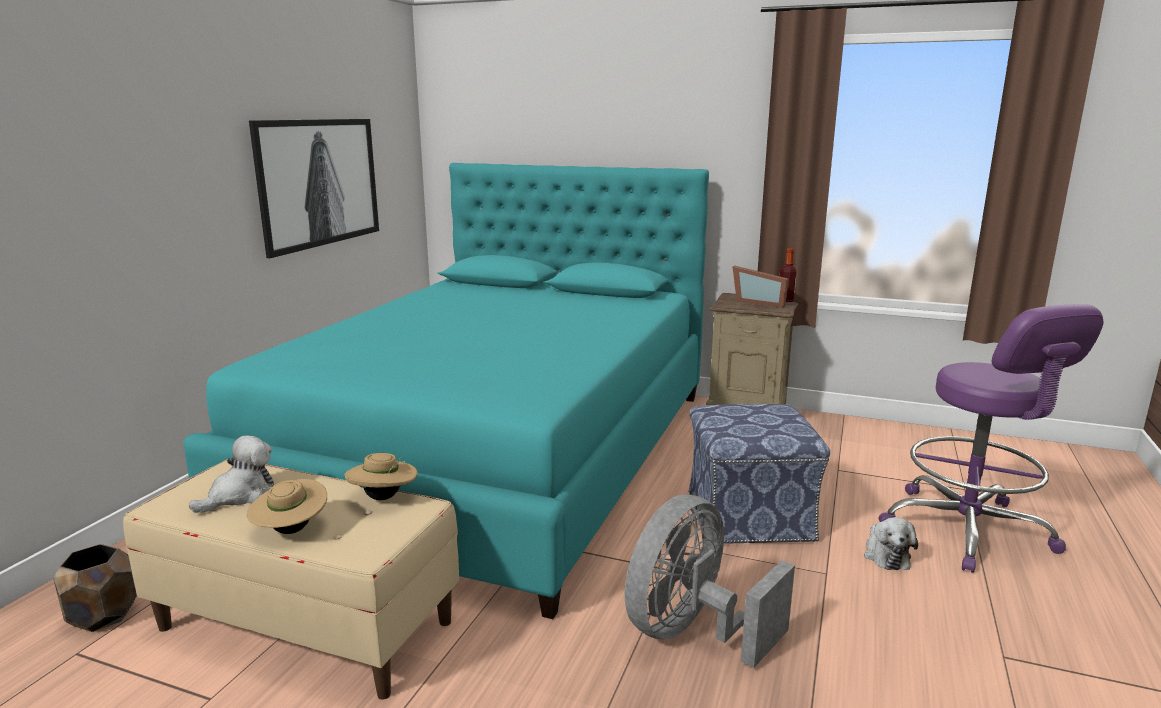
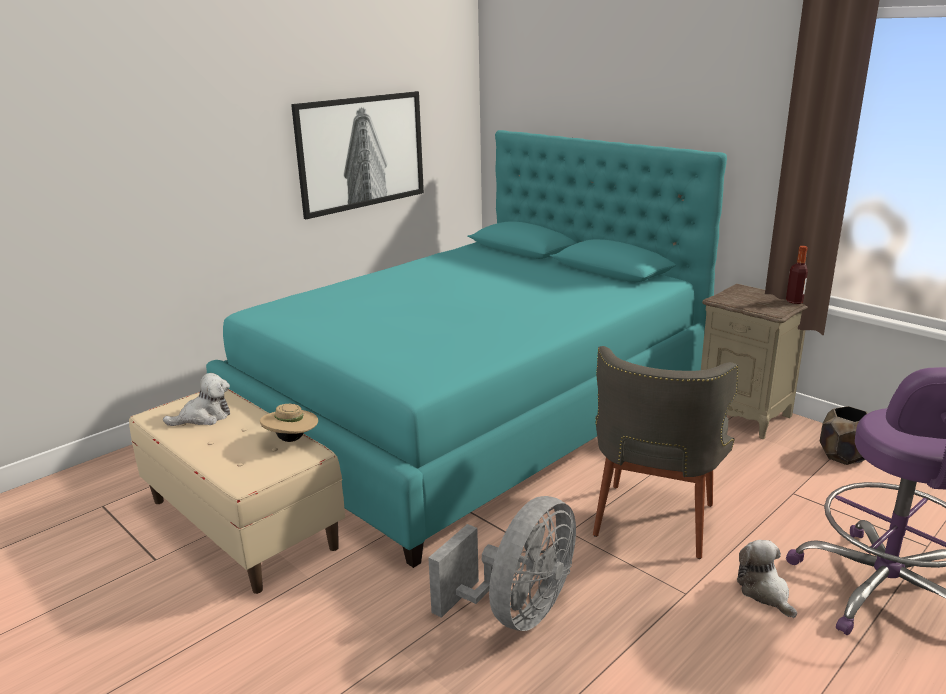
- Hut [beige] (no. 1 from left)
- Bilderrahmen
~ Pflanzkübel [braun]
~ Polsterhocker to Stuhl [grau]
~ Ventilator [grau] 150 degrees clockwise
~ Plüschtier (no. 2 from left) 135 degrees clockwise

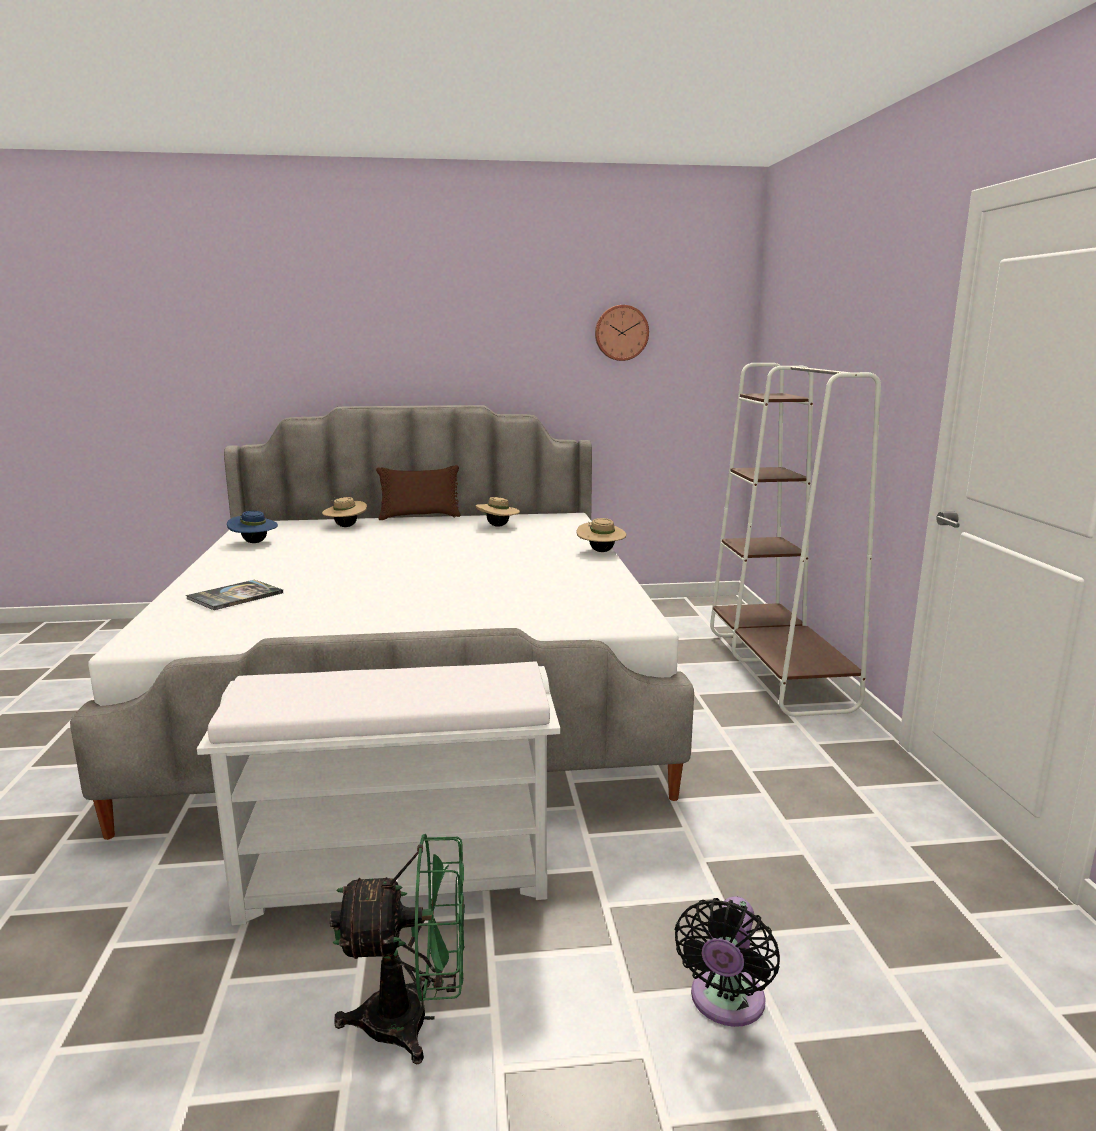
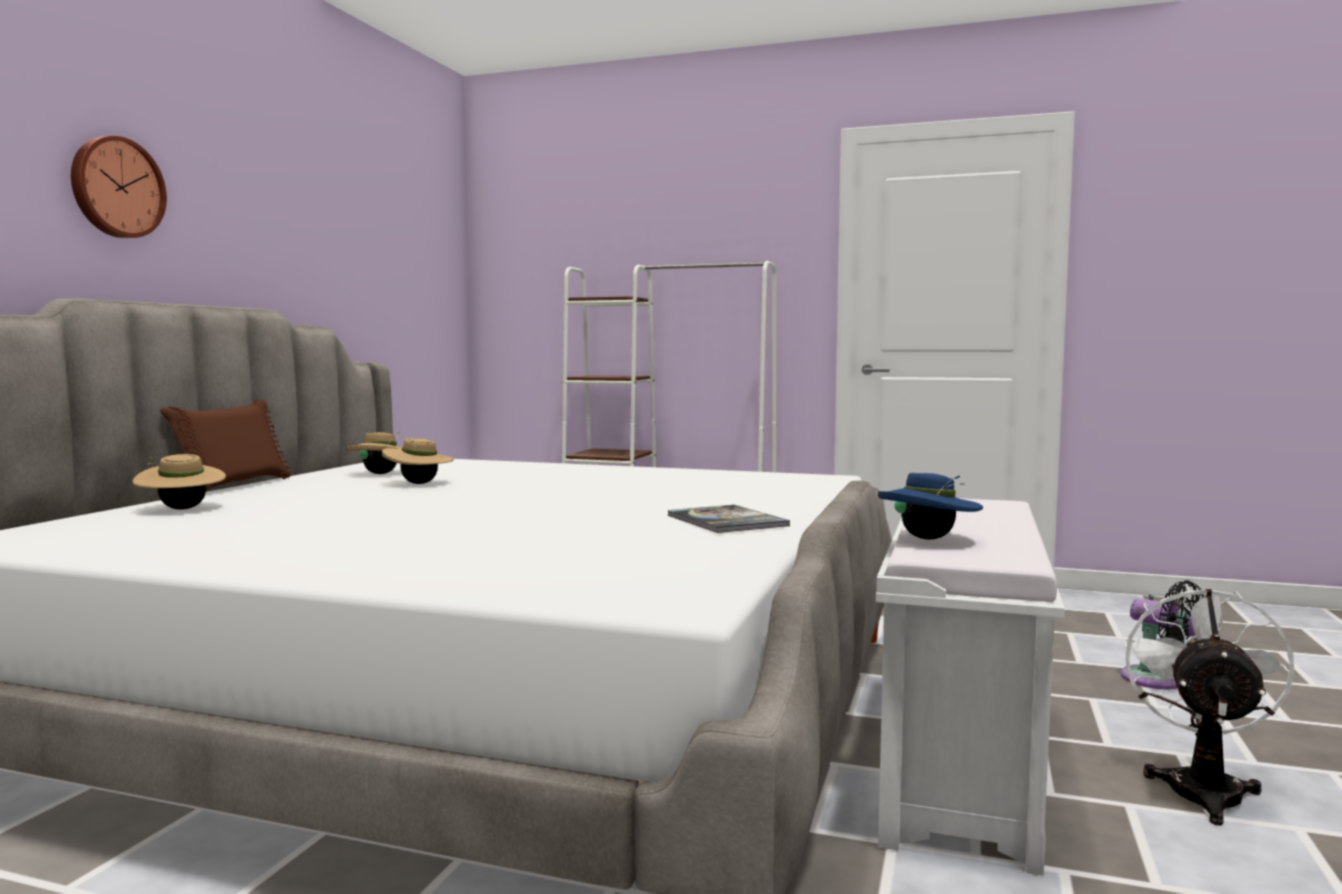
~ Buch
~ Hut [blau]
~ Hut [beige] (no. 3 from left)
~ Wanduhr
~ Ventilator [grün] to Ventilator [weiß]

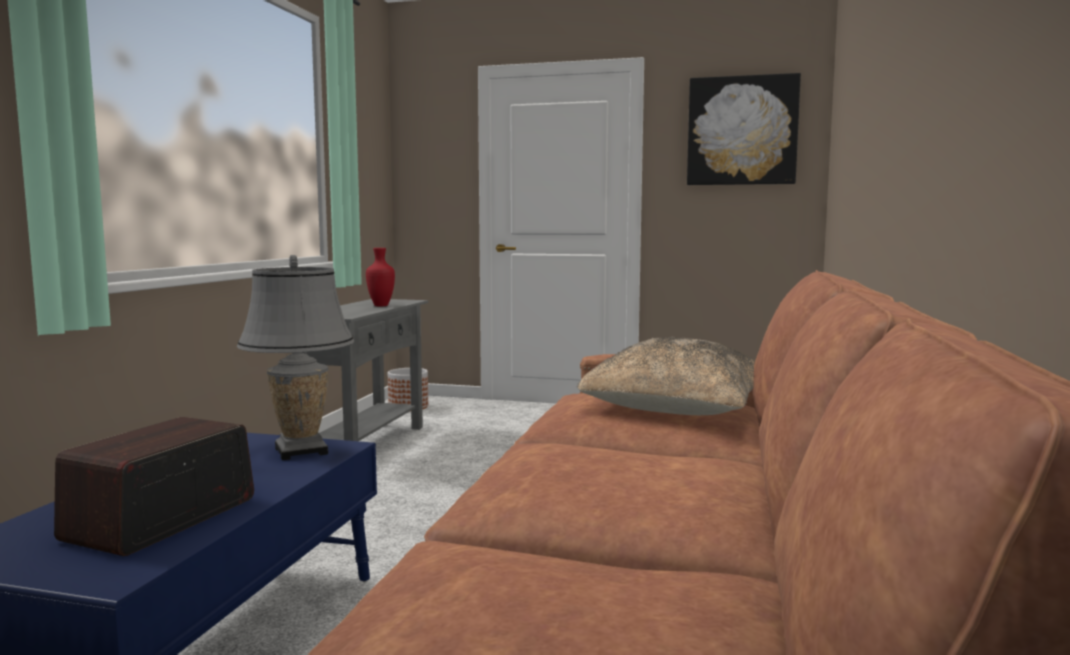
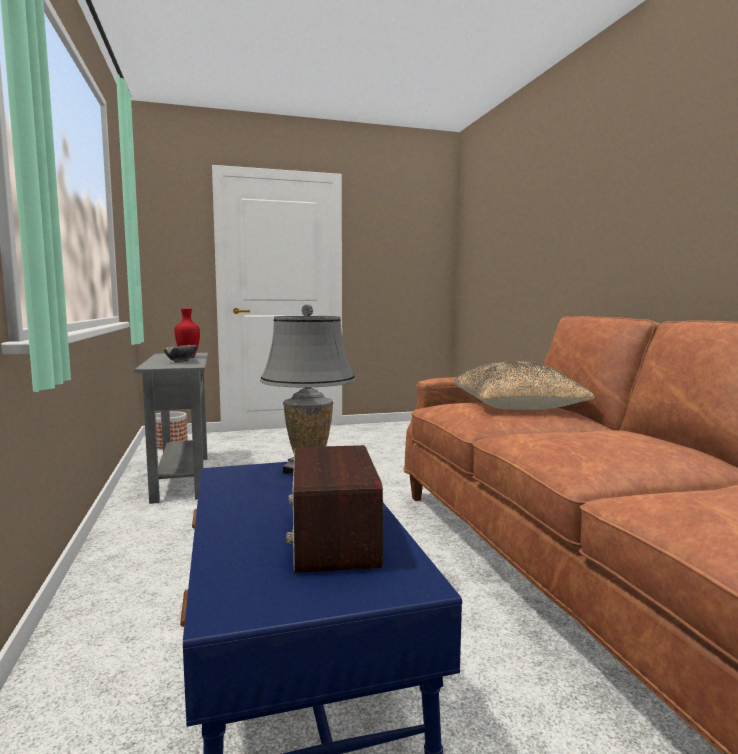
- Bild
+ Schüssel

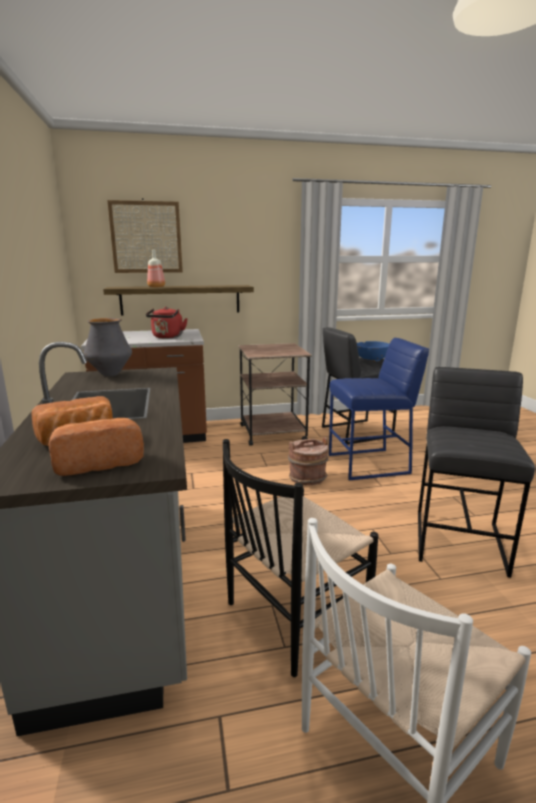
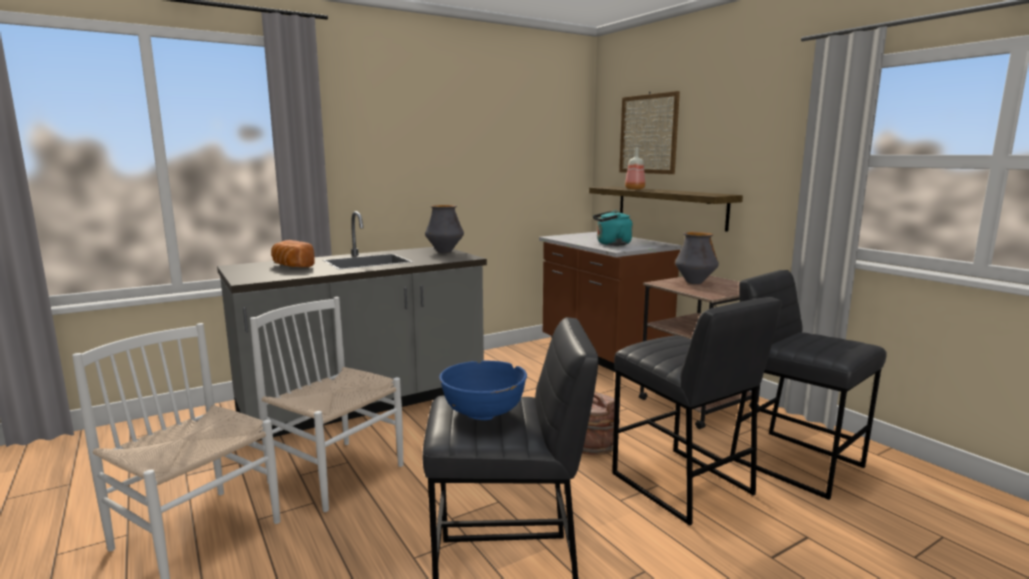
- Brot (no. 2 from left)
+ Vase (no. 2 from left)
~ Schüssel [blau]
~ Wasserkessel [rot] to Wasserkessel [türkis]
~ Stuhl [schwarz] to Stuhl [weiß] (no. 2 from left)
~ Hocker [blau] to Hocker [grau] (no. 2 from left)

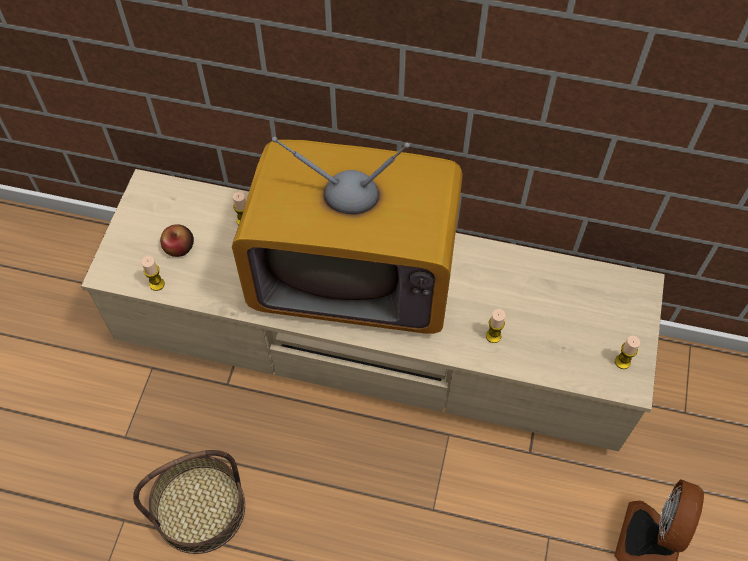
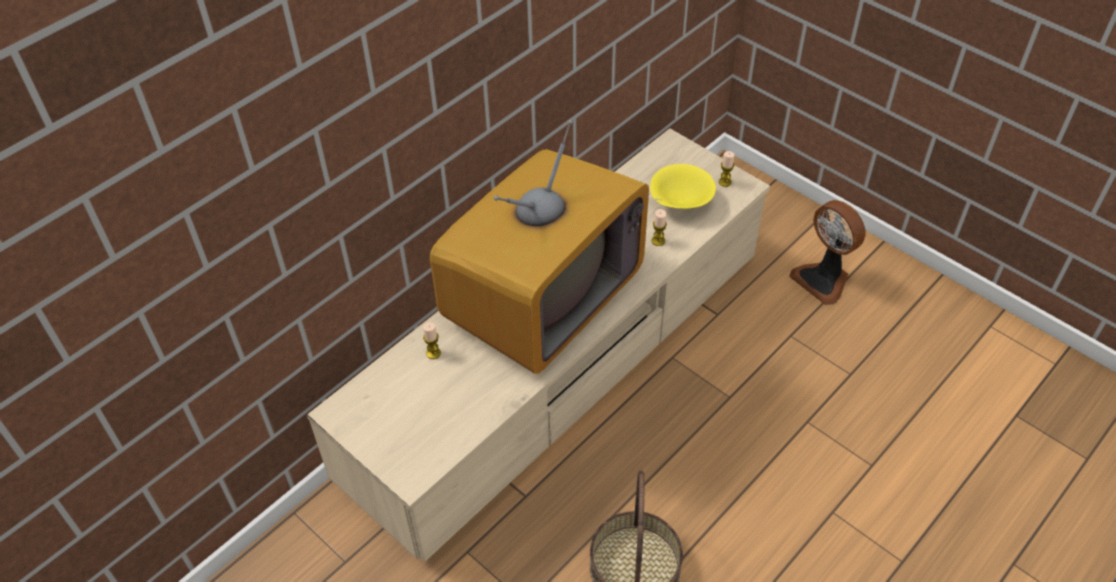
- Kerze (no. 1 from left)
- Apfel
+ Schüssel [gelb]

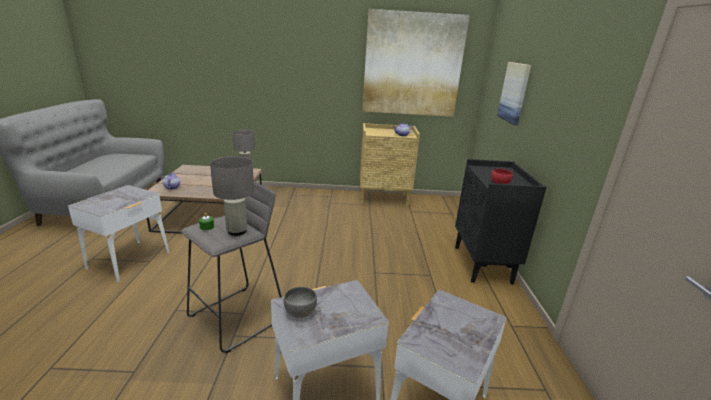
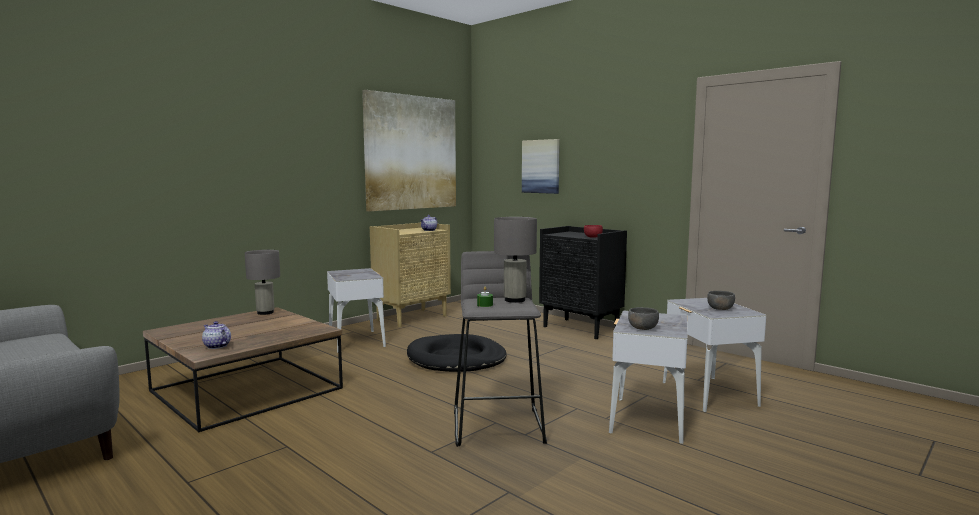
+ Hundebett [schwarz]
+ Schüssel [grau] (no. 2 from left)
~ Beistelltisch (no. 1 from left)

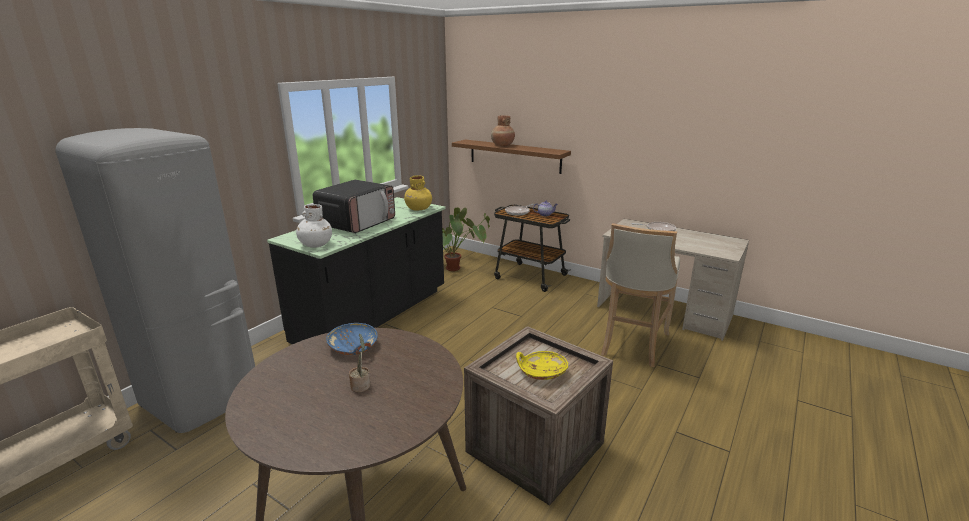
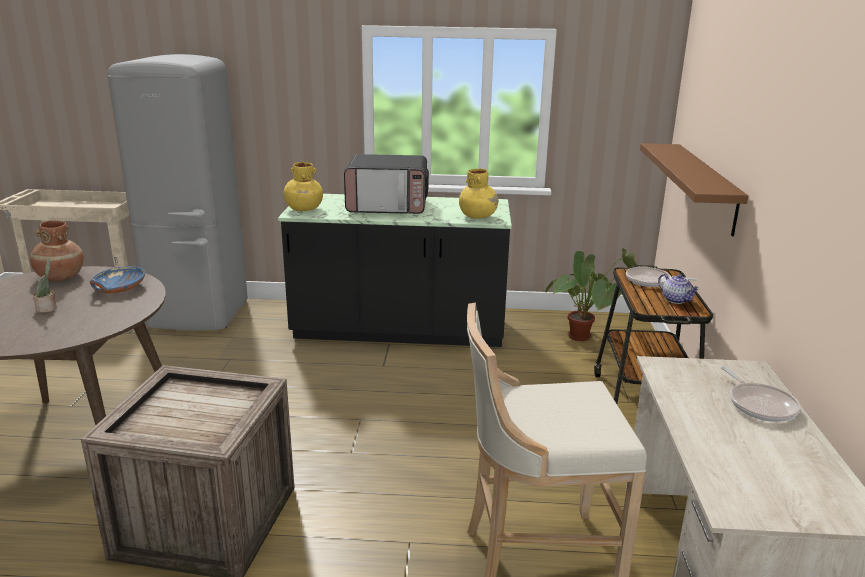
- Schüssel [gelb]
~ Vase [braun]
~ Vase [weiß] to Vase [gelb] (no. 1 from left)

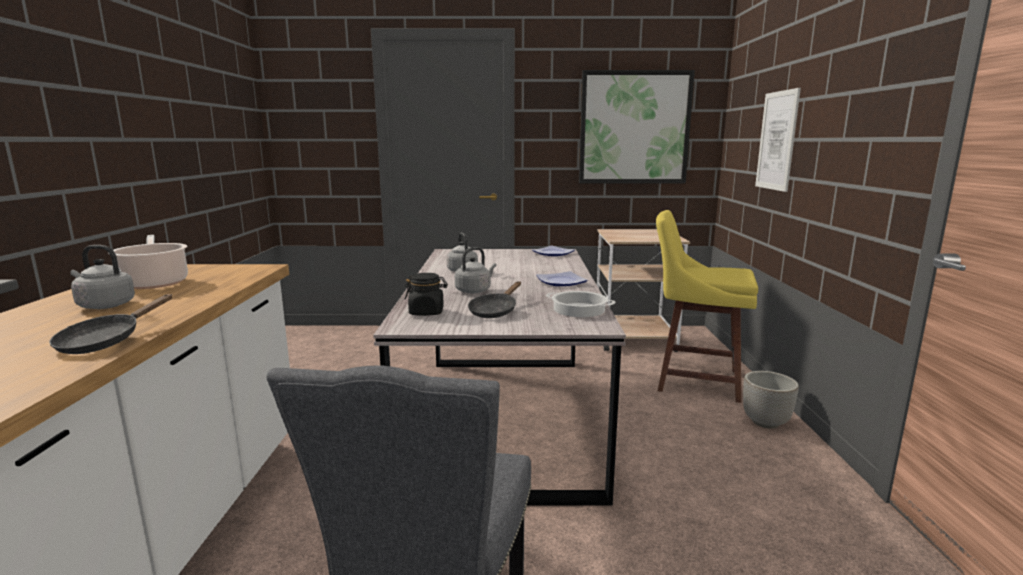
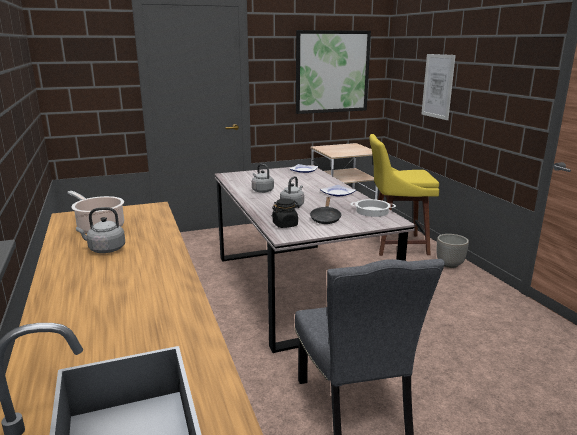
- Pfanne [schwarz] (no. 1 from left)

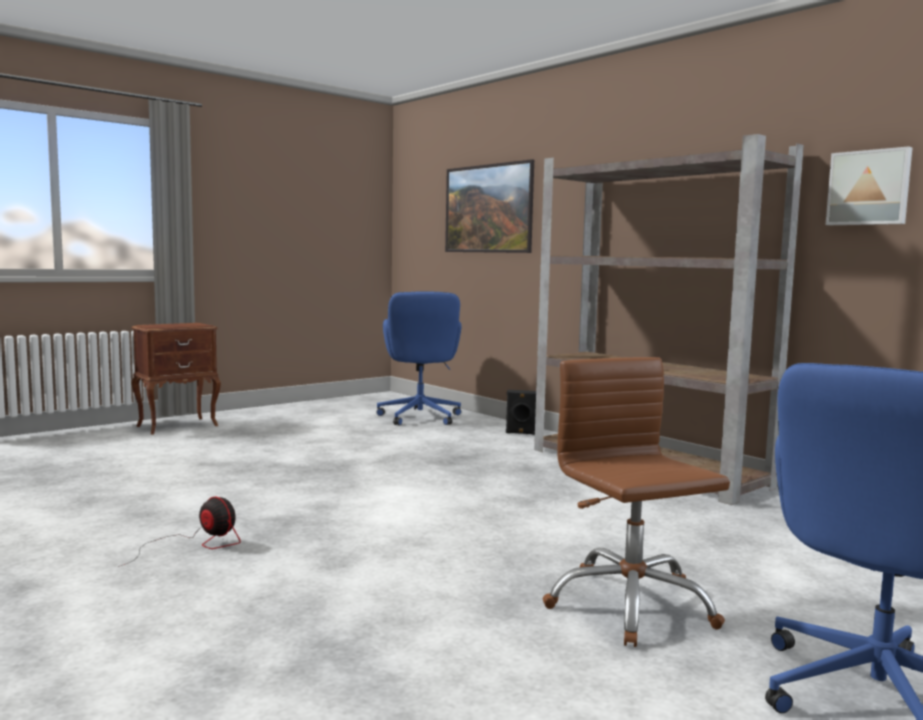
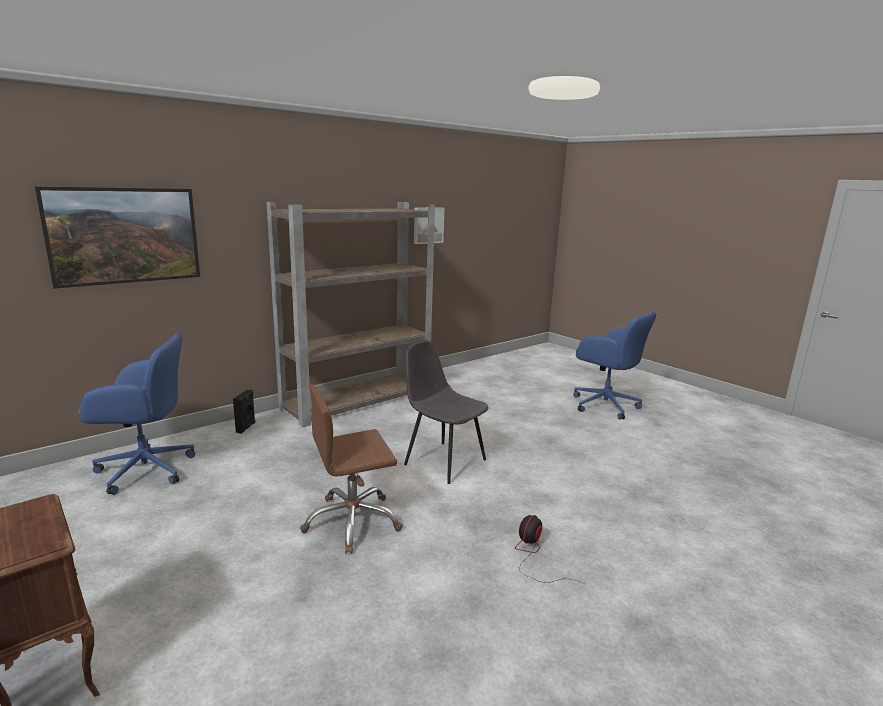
+ Stuhl [grau]
~ Bürostuhl [braun]

